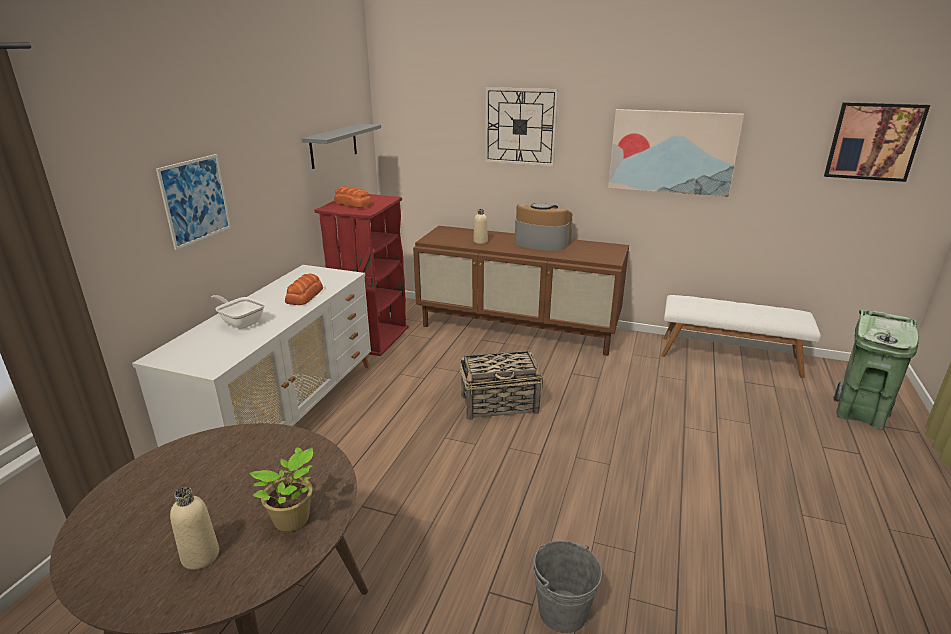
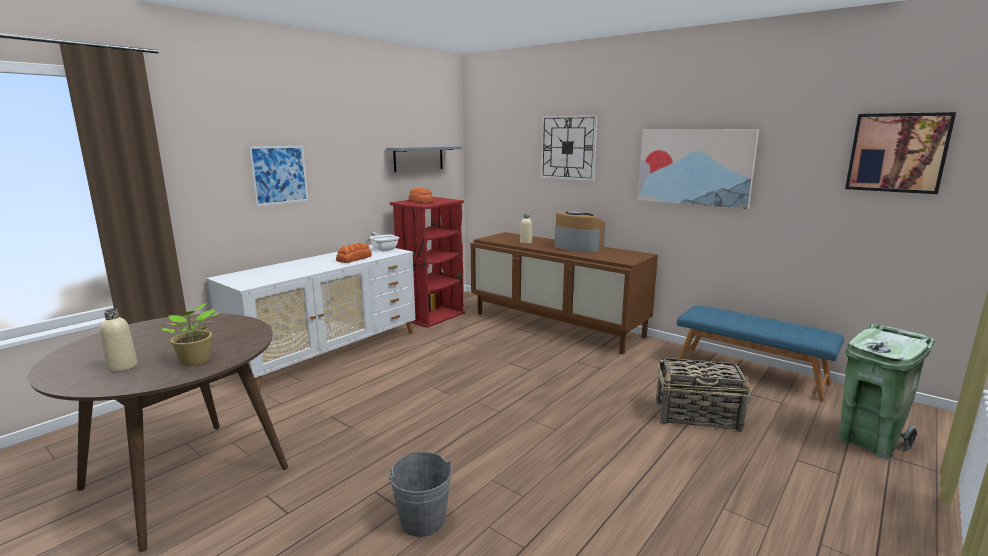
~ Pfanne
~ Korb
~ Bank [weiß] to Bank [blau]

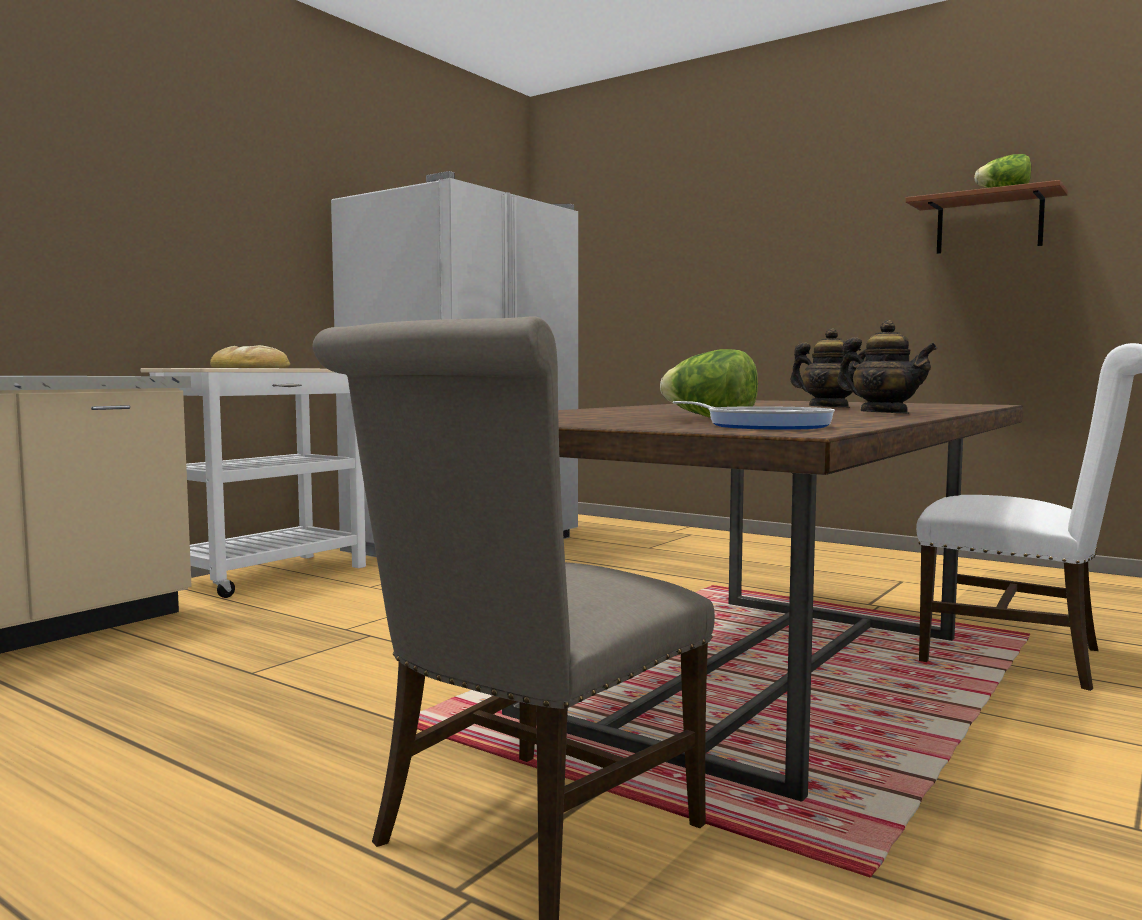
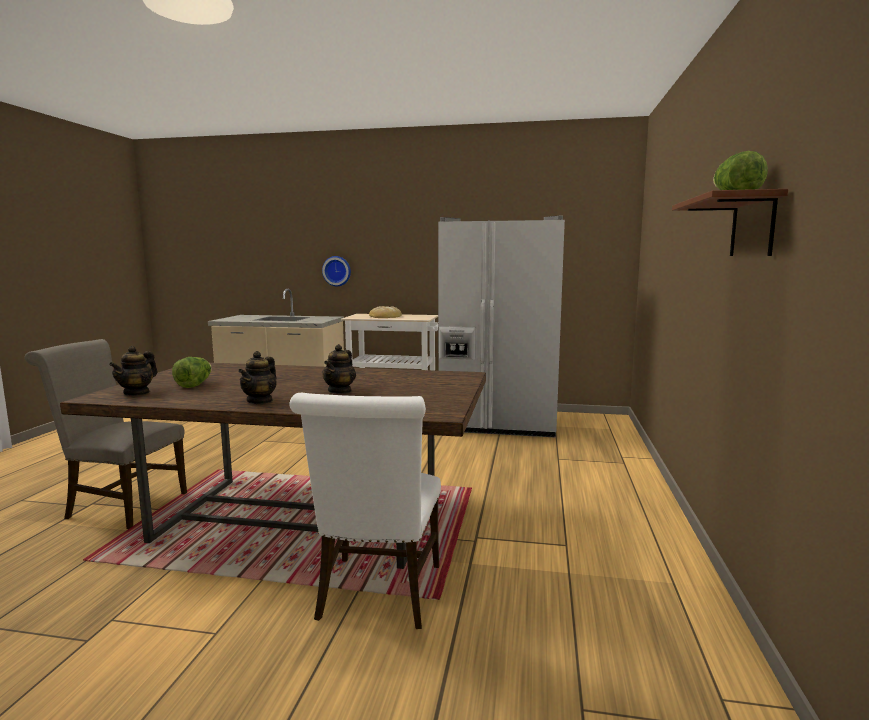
+ Wanduhr
~ Pfanne to Teekanne (no. 1 from left)

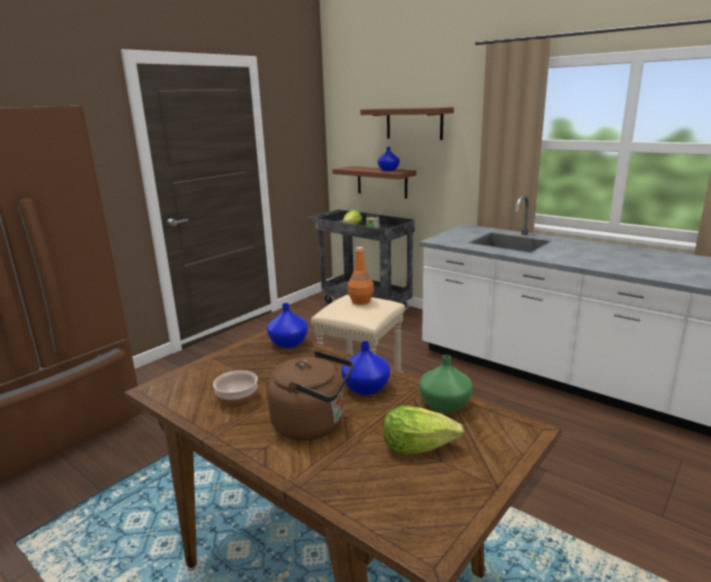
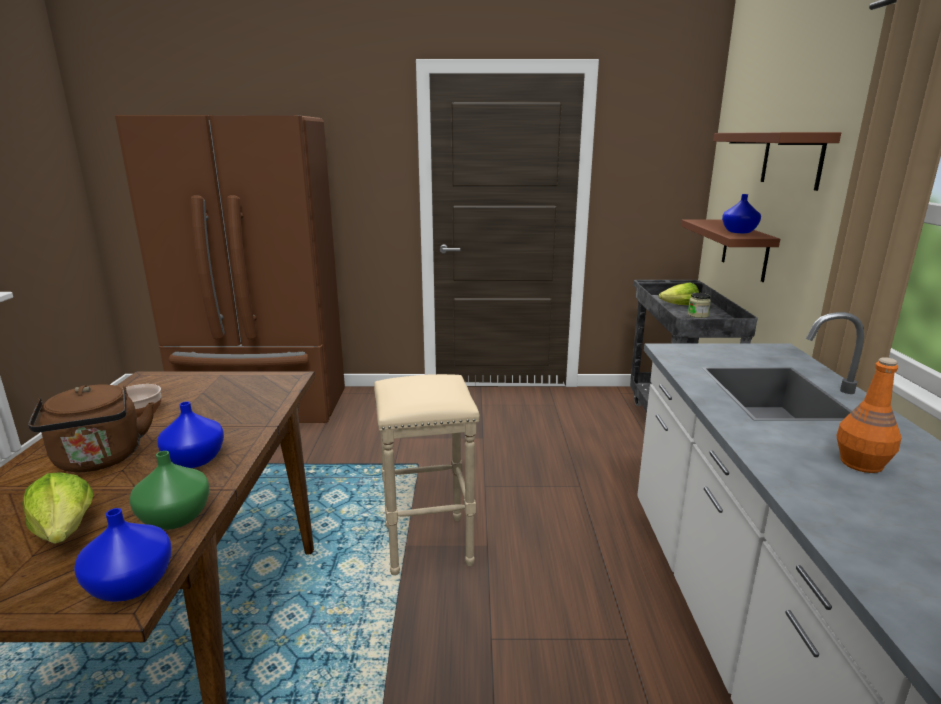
~ Vase [blau] (no. 1 from left)
~ Flasche [orange]

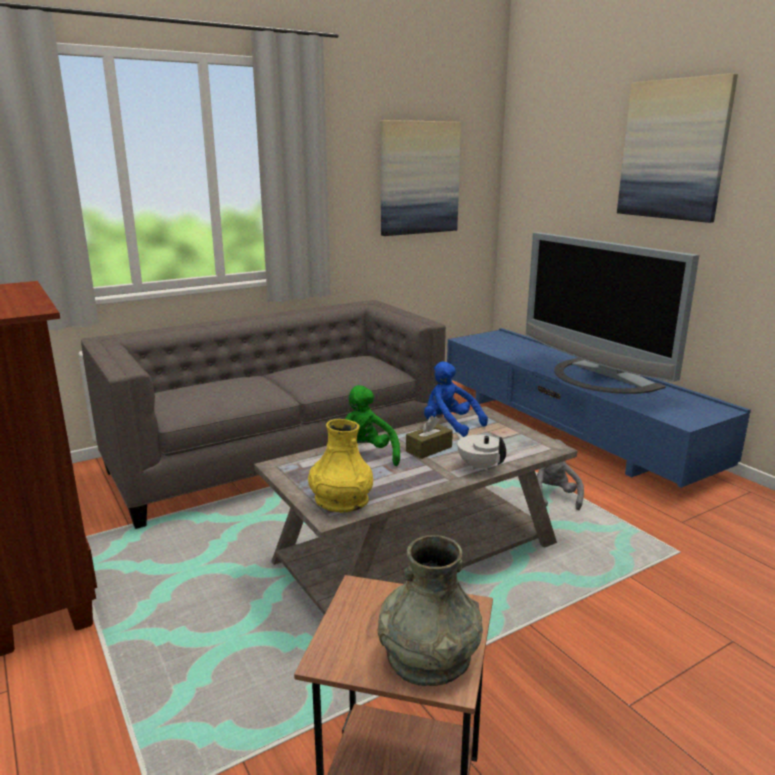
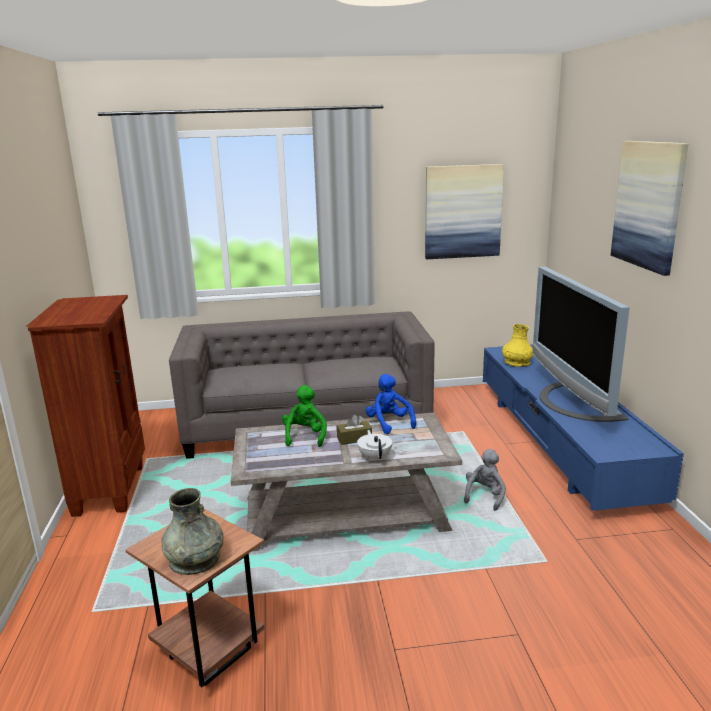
~ Vase [gelb]

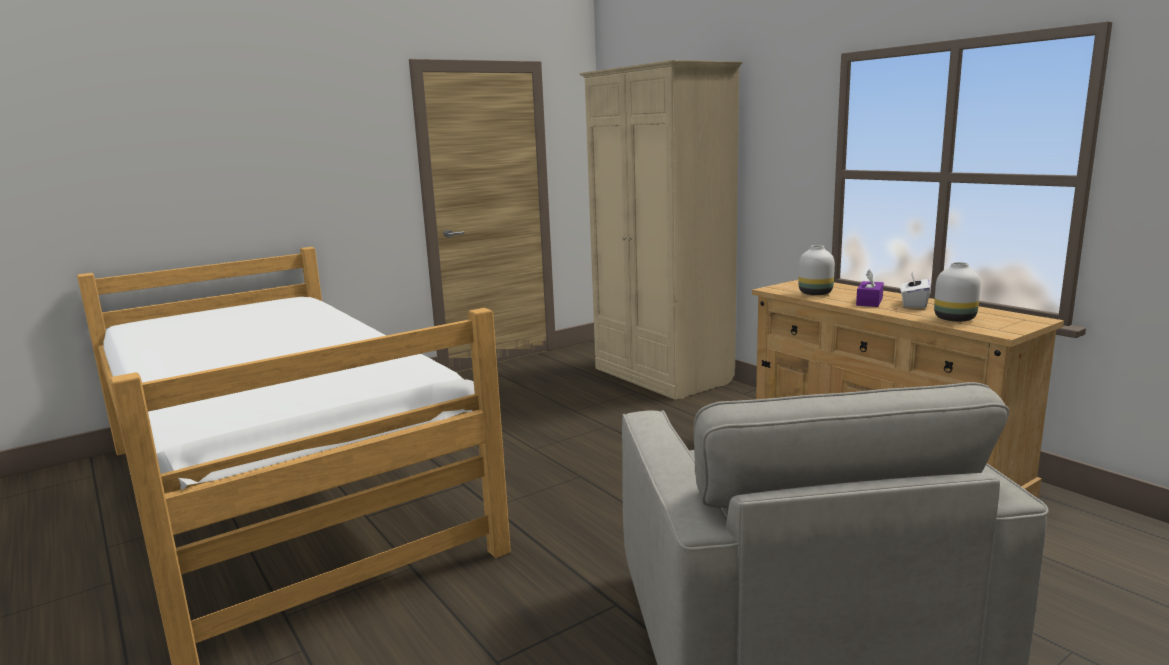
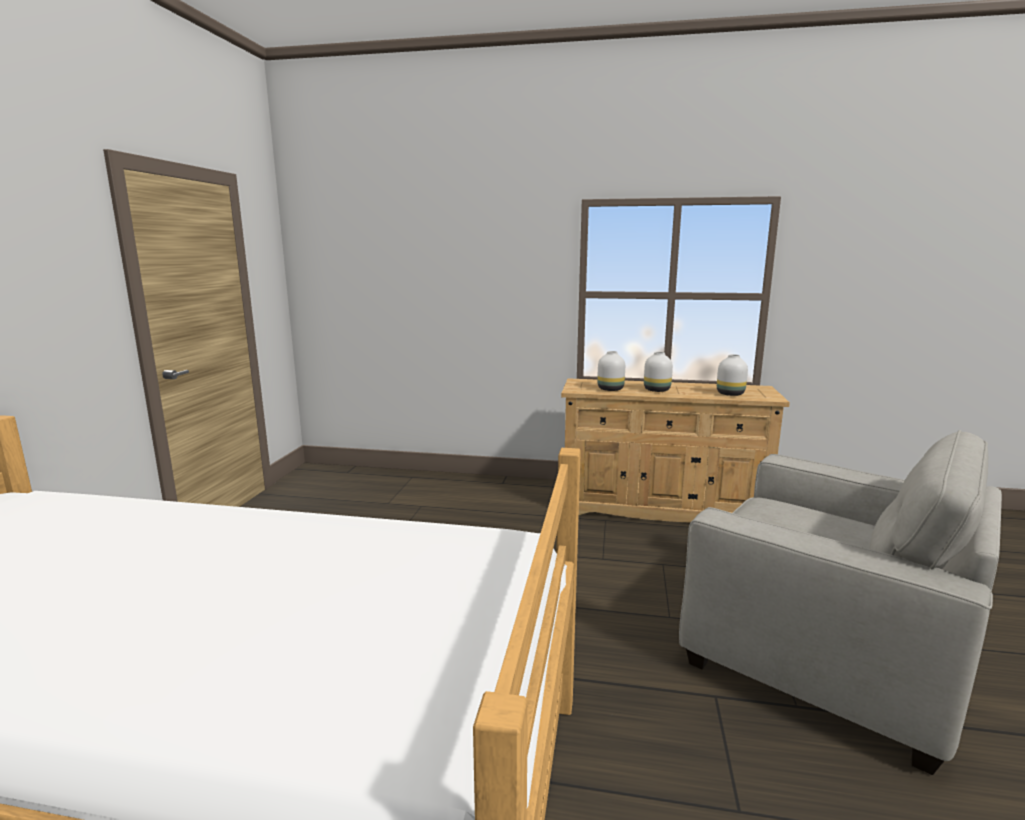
- Kleiderschrank [beige]
- Taschentuchbox [weiß]
~ Taschentuchbox [lila] to Vase [weiß] (no. 2 from left)

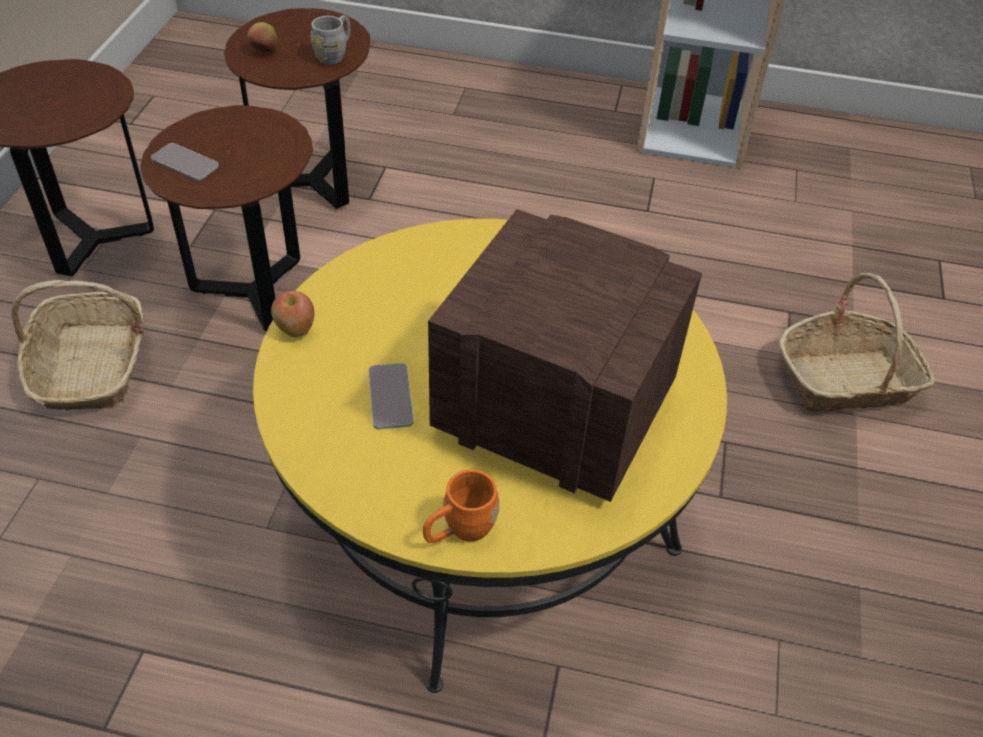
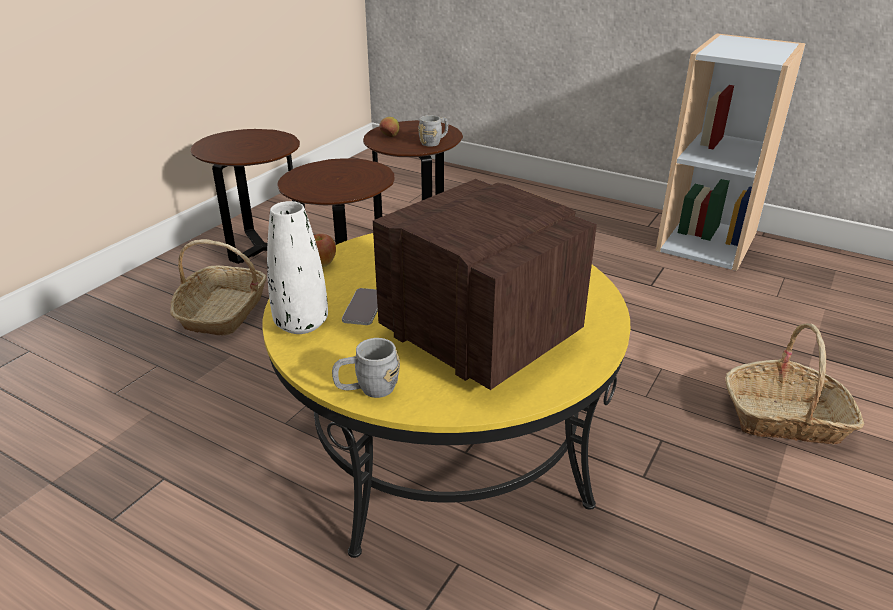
- Handy (no. 1 from left)
+ Vase [weiß]
~ Henkelbecher [orange] to Henkelbecher [grau] (no. 1 from left)

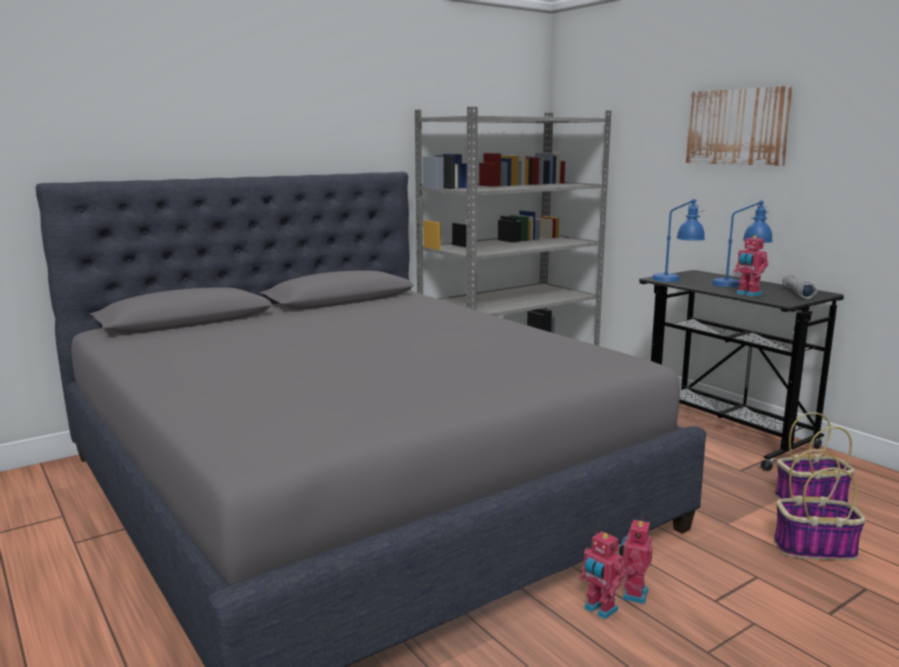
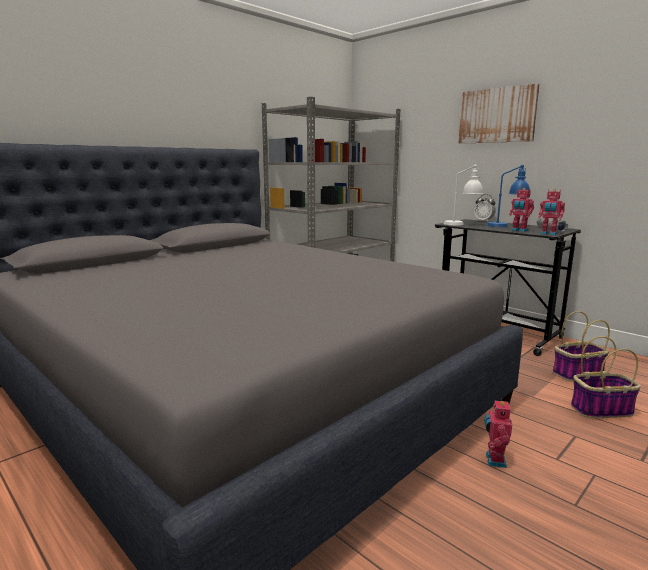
+ Wecker
~ Spielzeugroboter (no. 1 from left in the first image) to Spielzeugroboter (no. 3 from left)
~ Tischlampe [blau] (no. 1 from left) to Tischlampe [weiß]

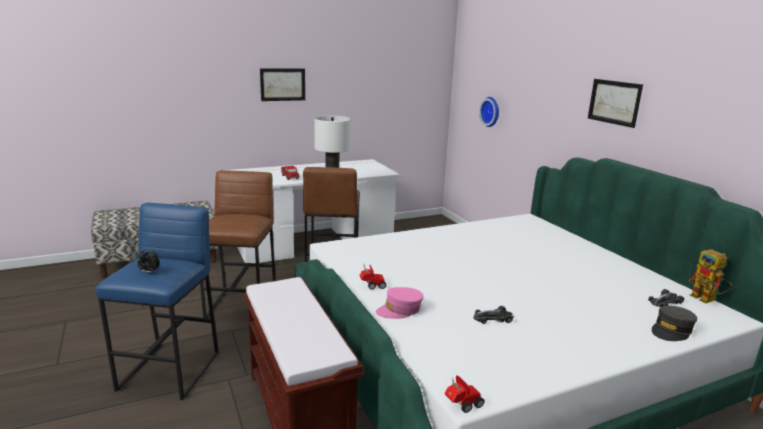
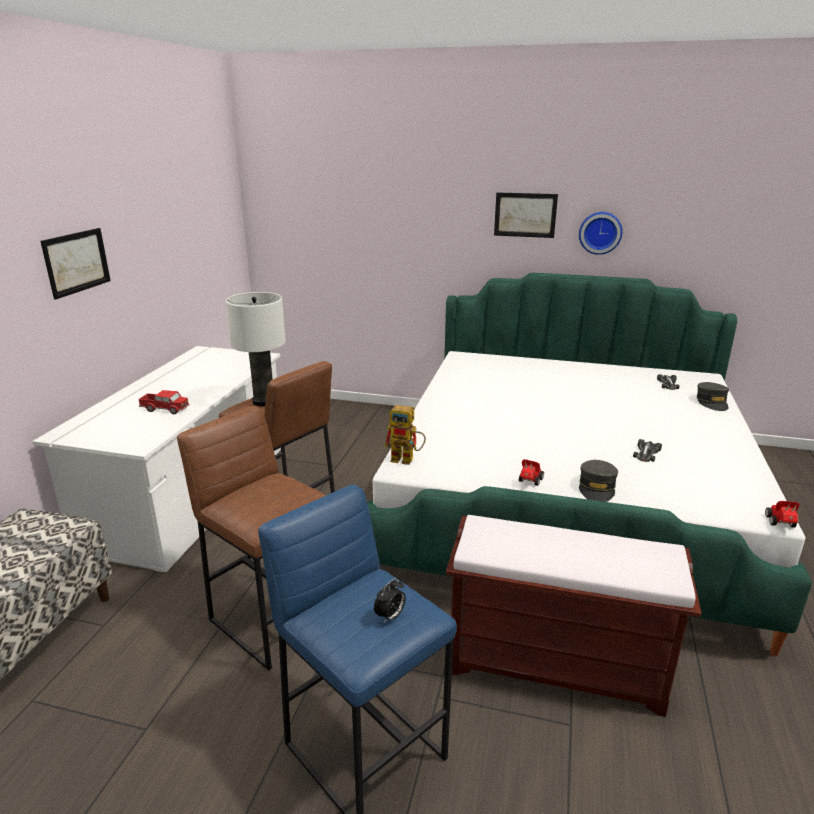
~ Wanduhr
~ Spielzeugroboter
~ Kappe [rosa] to Kappe [grau] (no. 1 from left)

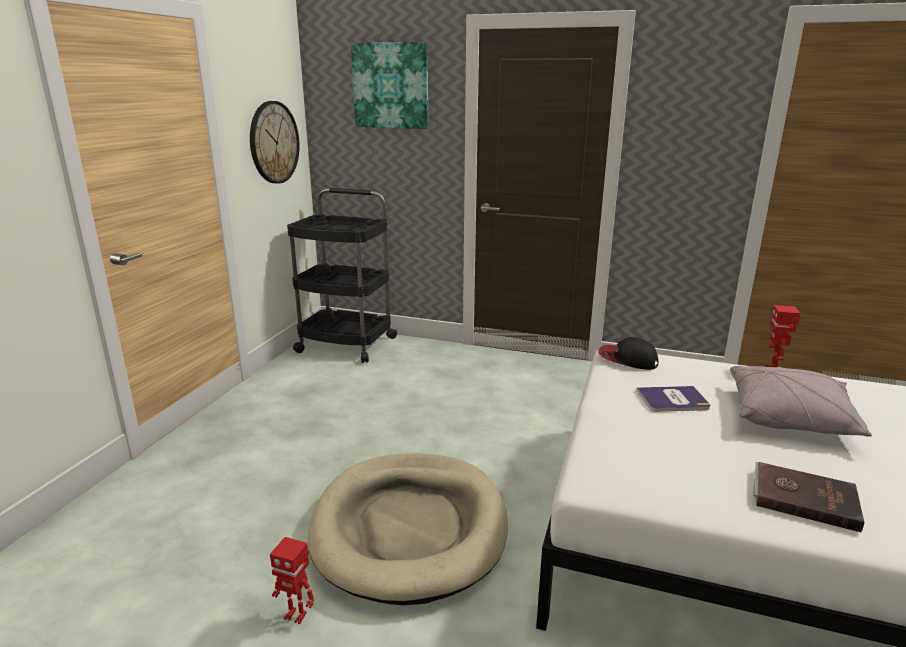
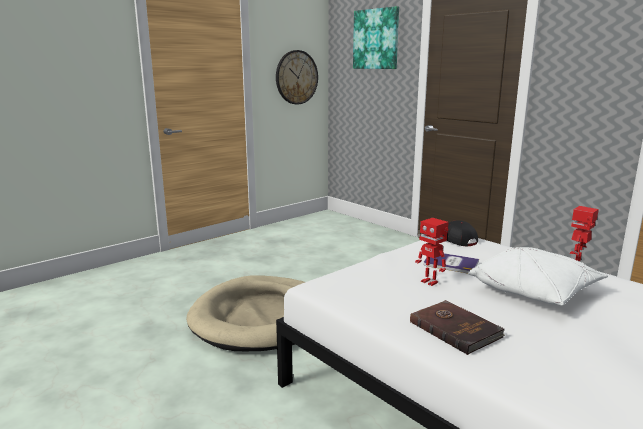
- Rollwagen [schwarz]
~ Spielzeugroboter (no. 1 from left)
~ Kissen [lila] to Kissen [weiß]

